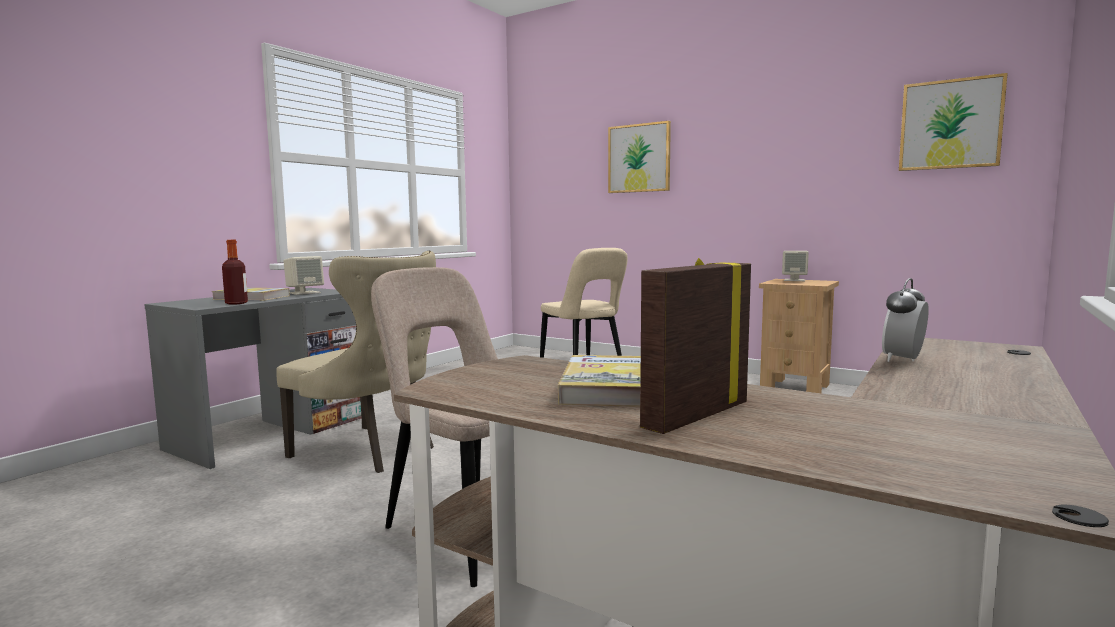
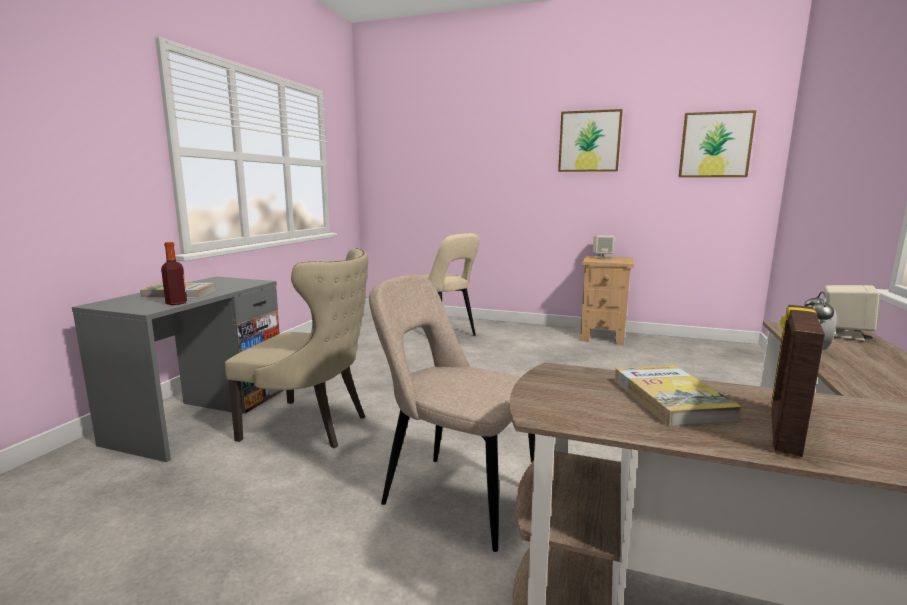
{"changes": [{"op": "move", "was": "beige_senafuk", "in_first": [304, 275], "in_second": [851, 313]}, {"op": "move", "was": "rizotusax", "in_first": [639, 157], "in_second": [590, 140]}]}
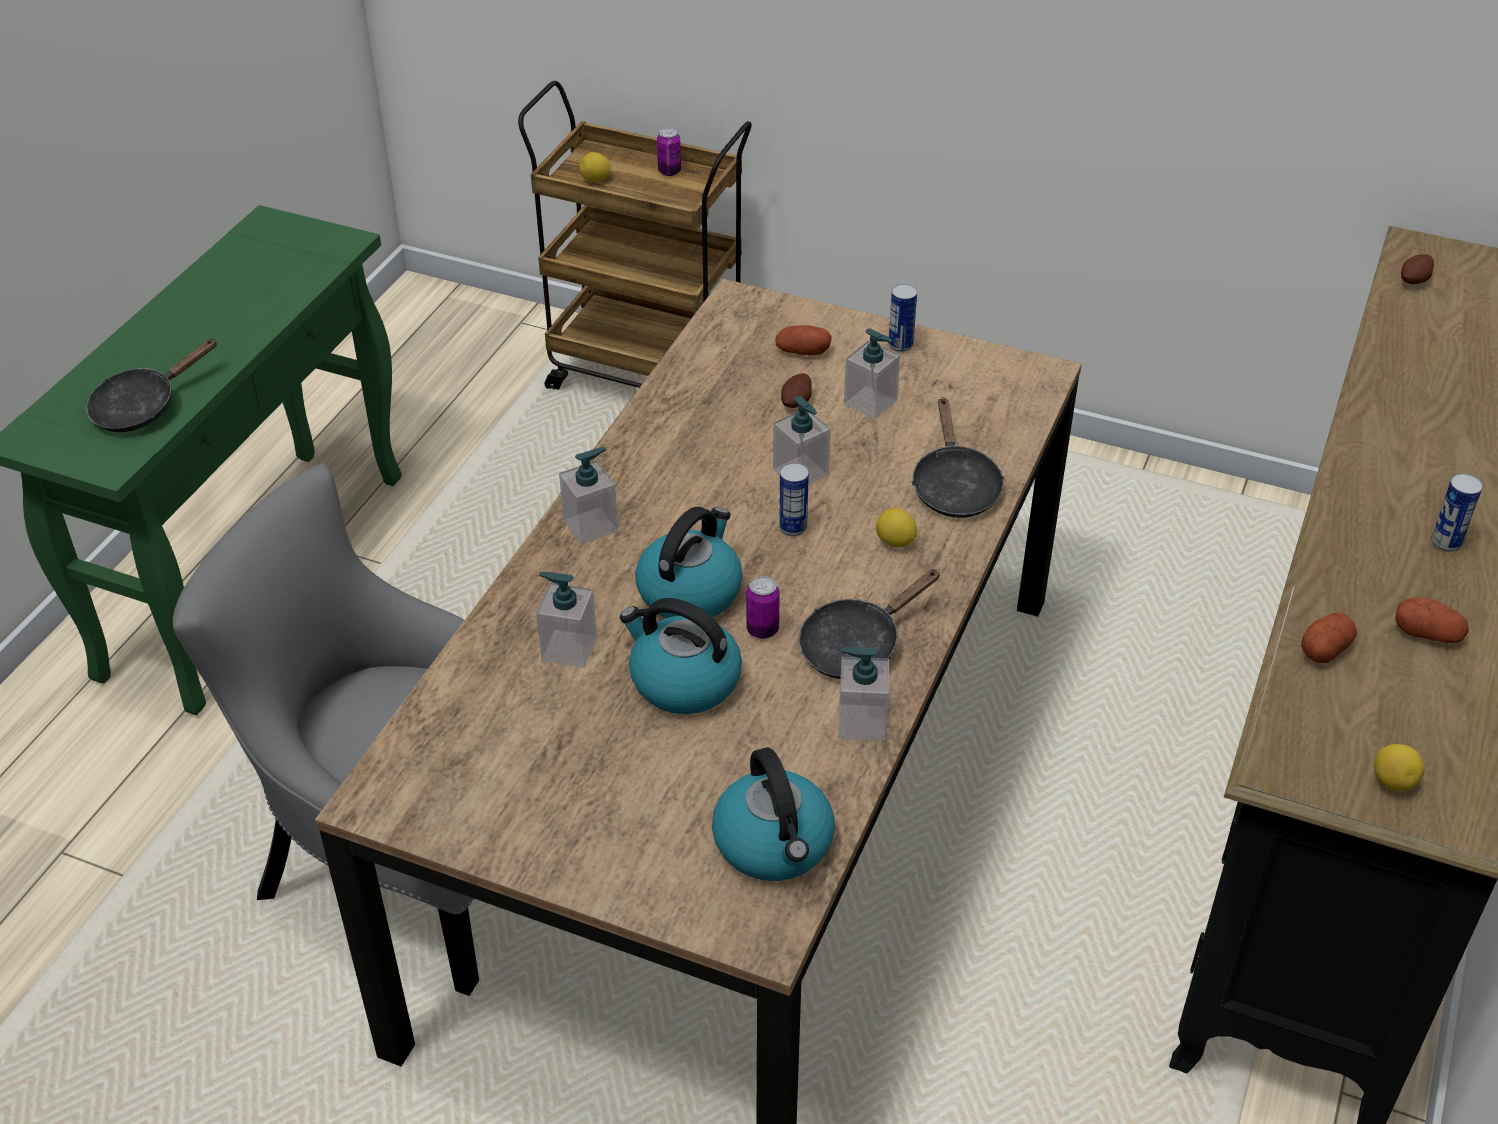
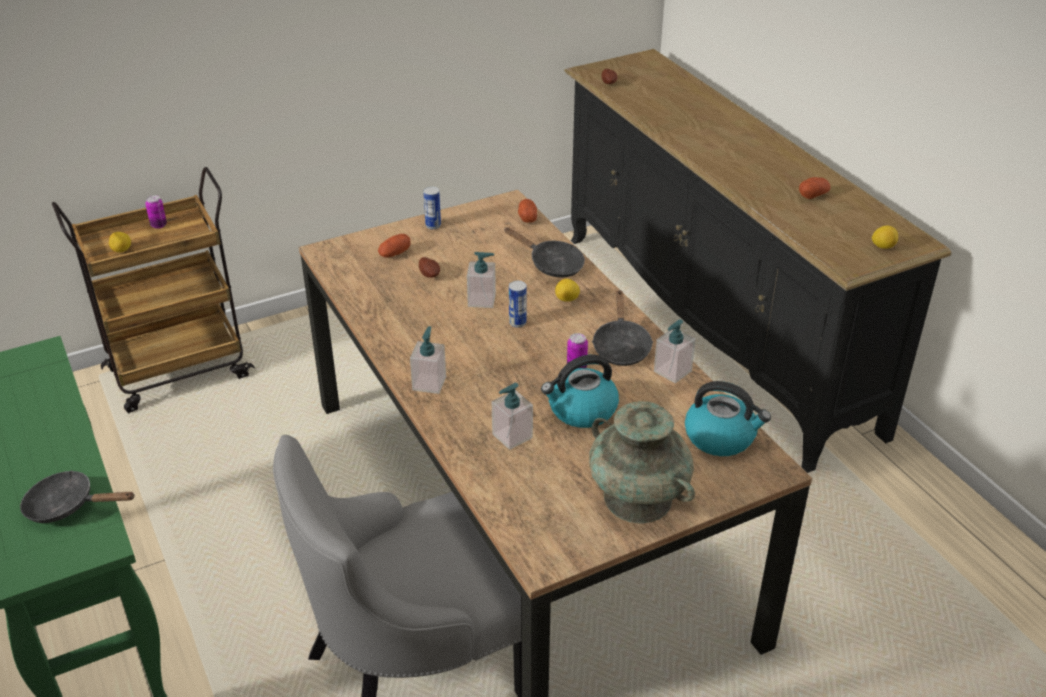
{"changes": [{"op": "delete", "was": "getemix", "in_first": [689, 562]}, {"op": "delete", "was": "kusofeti", "in_first": [872, 373]}, {"op": "delete", "was": "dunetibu", "in_first": [1457, 513]}, {"op": "insert", "now": "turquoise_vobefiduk", "in_second": [642, 462]}, {"op": "move", "was": "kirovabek", "in_first": [1329, 638], "in_second": [527, 211]}, {"op": "rotate", "was": "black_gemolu", "in_first": [151, 385], "in_second": [77, 496], "clockwise": 105}]}
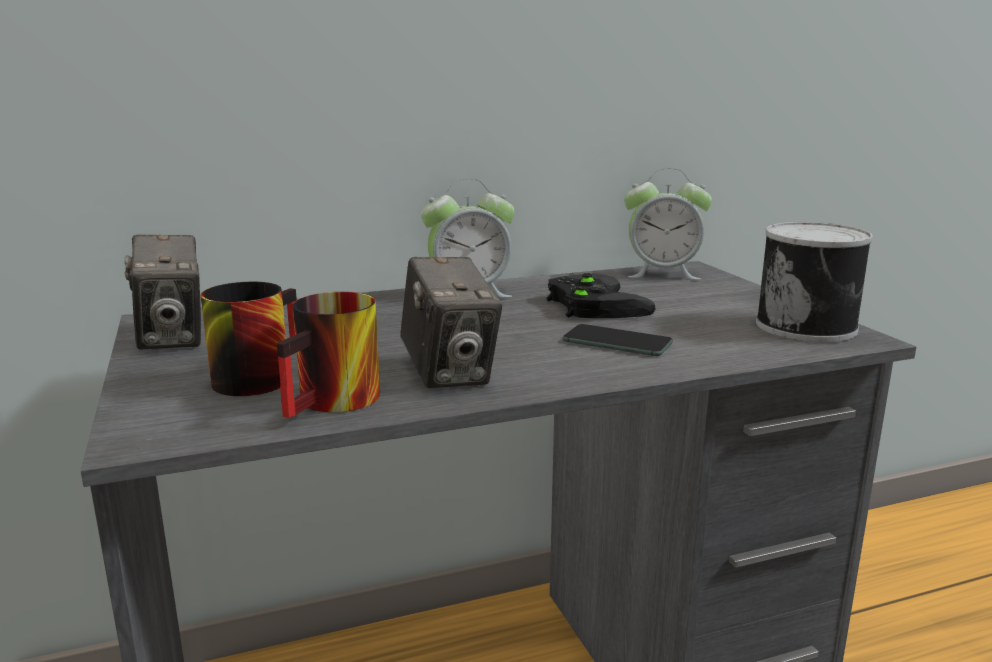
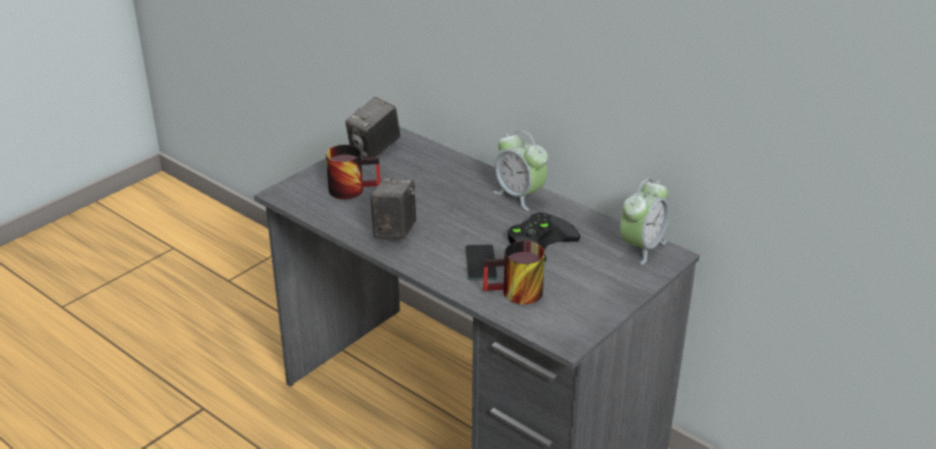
{"changes": [{"op": "delete", "was": "dunetibu", "in_first": [814, 282]}, {"op": "move", "was": "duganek", "in_first": [328, 355], "in_second": [514, 272]}, {"op": "rotate", "was": "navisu", "in_first": [451, 322], "in_second": [393, 208], "clockwise": 150}, {"op": "rotate", "was": "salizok", "in_first": [668, 224], "in_second": [644, 221], "clockwise": -120}]}
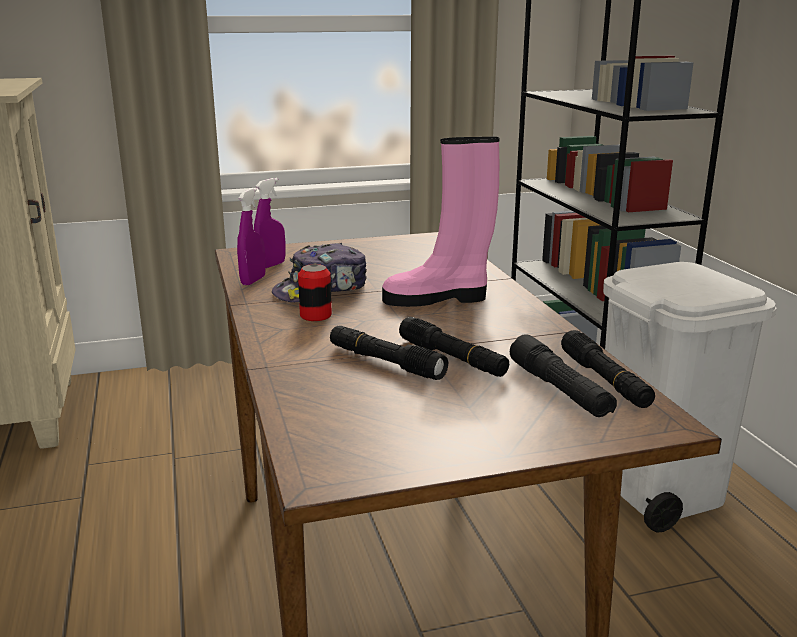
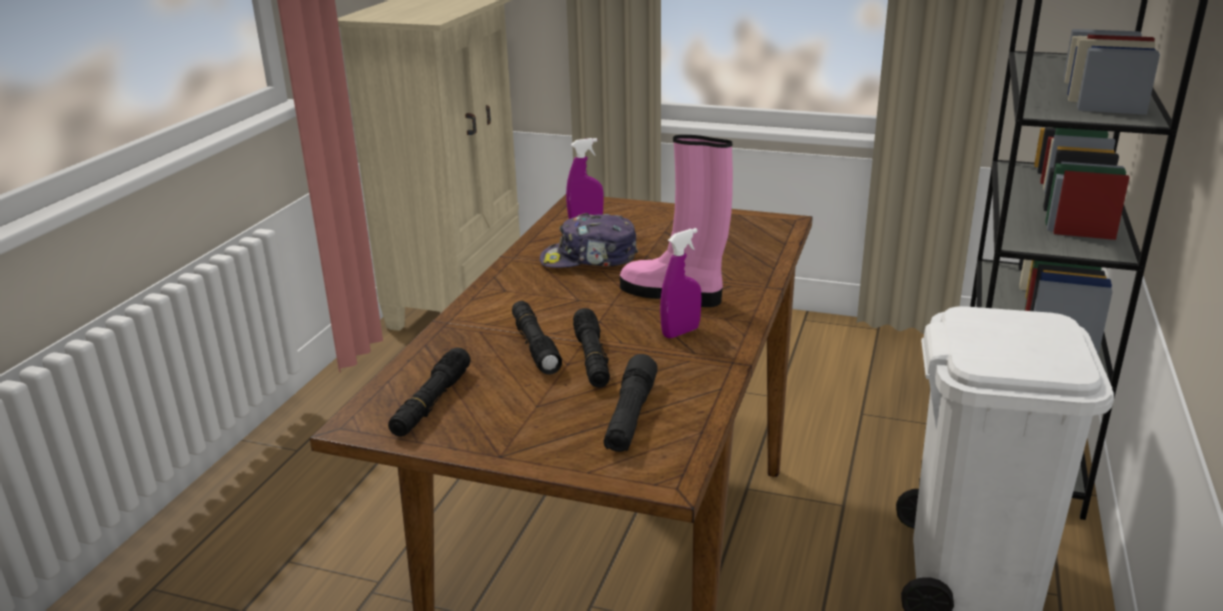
{"changes": [{"op": "delete", "was": "dunetibu", "in_first": [315, 292]}, {"op": "move", "was": "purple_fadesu", "in_first": [251, 236], "in_second": [680, 283]}, {"op": "move", "was": "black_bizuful", "in_first": [608, 369], "in_second": [429, 392]}]}
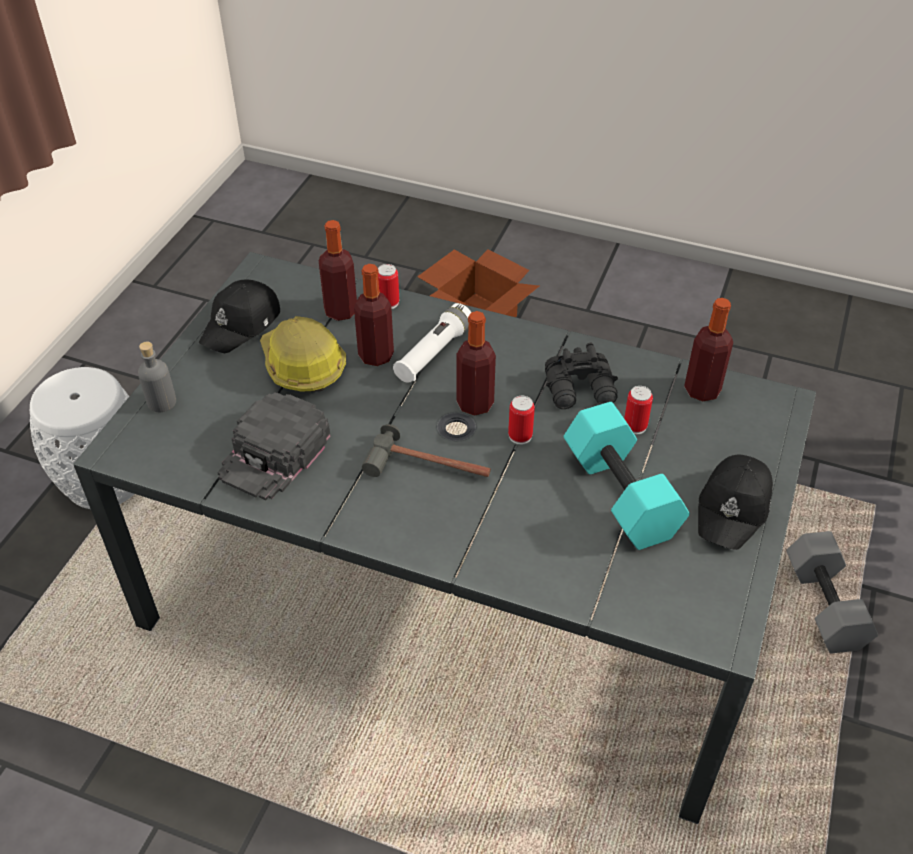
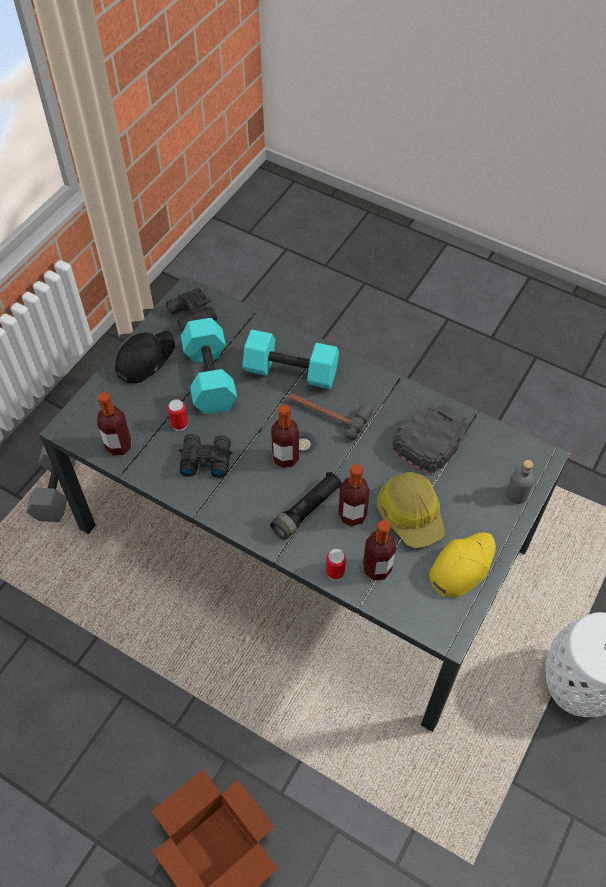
{"changes": [{"op": "delete", "was": "dunetibu", "in_first": [521, 420]}, {"op": "insert", "now": "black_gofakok", "in_second": [191, 310]}, {"op": "insert", "now": "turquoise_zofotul", "in_second": [290, 359]}, {"op": "recolor", "was": "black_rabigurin", "now": "yellow_rabigurin", "in_first": [239, 316], "in_second": [462, 565]}, {"op": "recolor", "was": "white_bizuful", "now": "black_bizuful", "in_first": [432, 343], "in_second": [306, 506]}]}
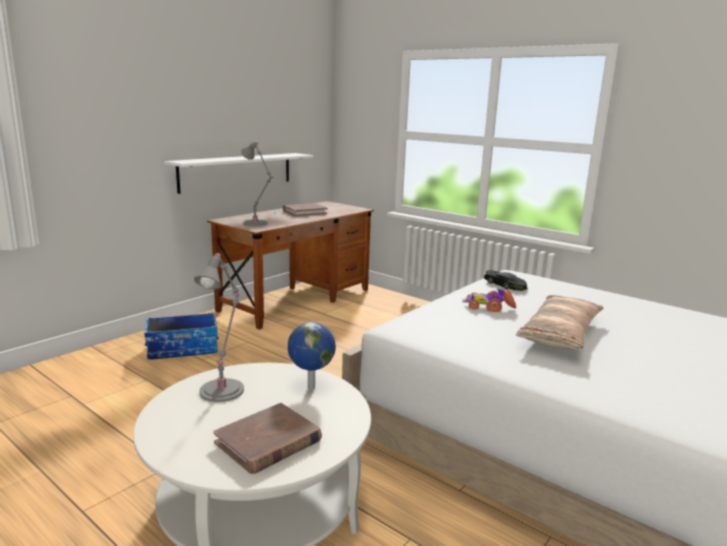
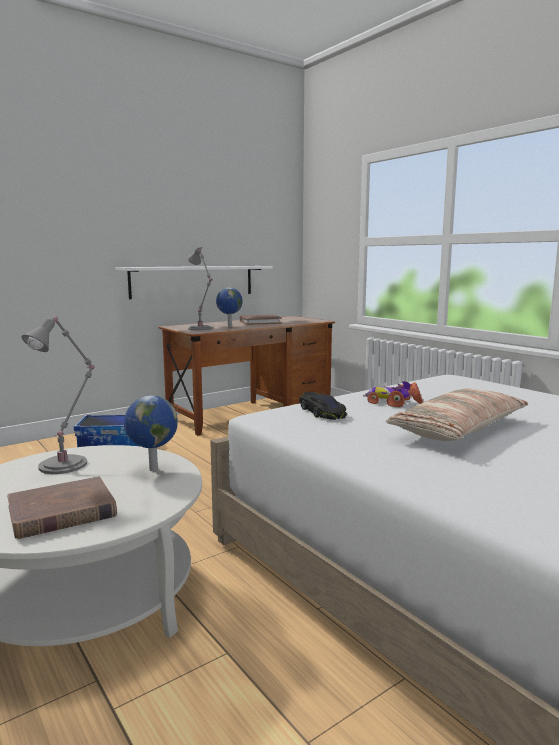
{"changes": [{"op": "insert", "now": "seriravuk", "in_second": [229, 307]}, {"op": "move", "was": "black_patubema", "in_first": [505, 280], "in_second": [323, 406]}]}
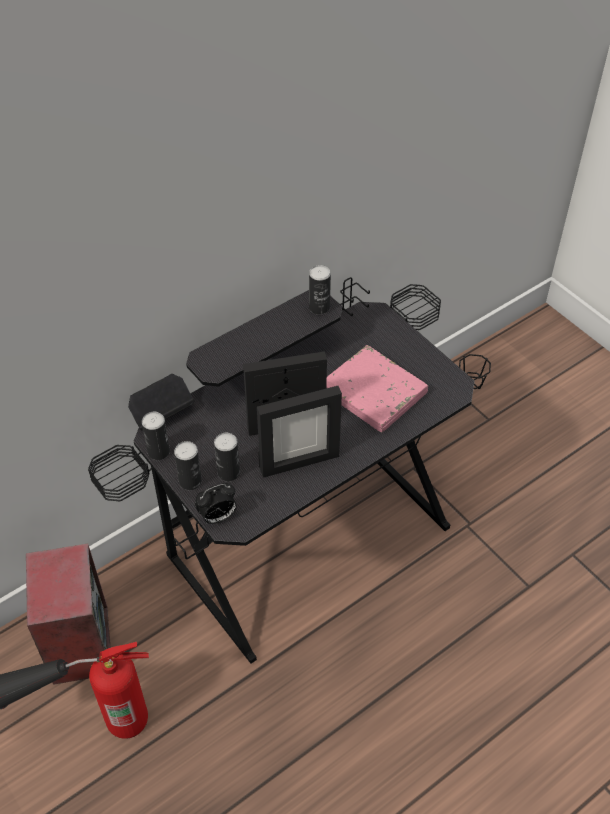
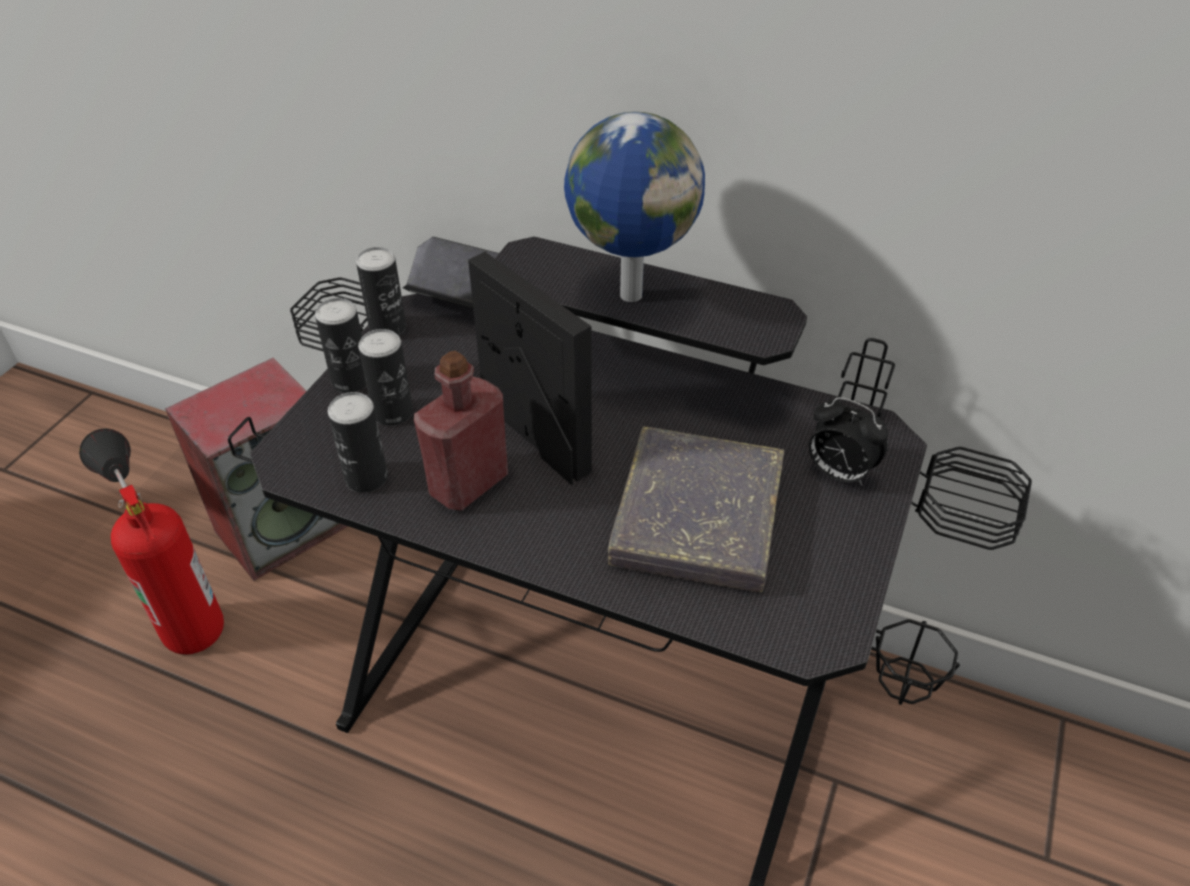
{"changes": [{"op": "insert", "now": "seriravuk", "in_second": [634, 206]}, {"op": "move", "was": "salizok", "in_first": [216, 503], "in_second": [848, 441]}, {"op": "move", "was": "dunetibu", "in_first": [320, 290], "in_second": [358, 442]}, {"op": "replace", "was": "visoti", "now": "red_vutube", "in_first": [299, 432], "in_second": [461, 430]}, {"op": "recolor", "was": "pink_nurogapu", "now": "grey_nurogapu", "in_first": [377, 388], "in_second": [696, 509]}]}
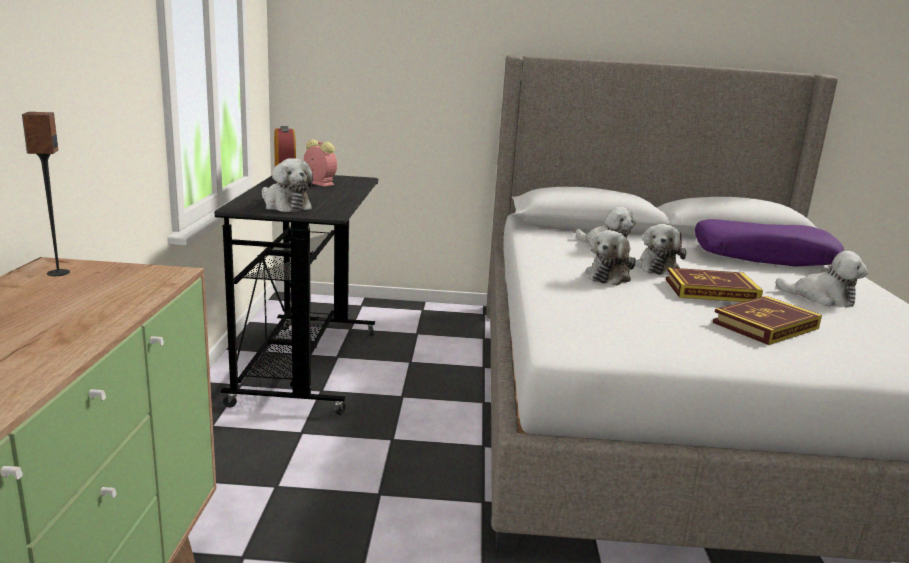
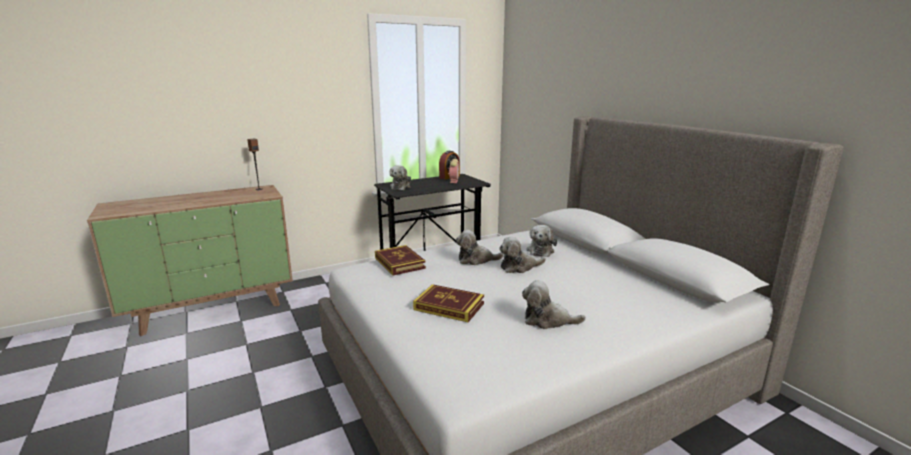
{"changes": [{"op": "delete", "was": "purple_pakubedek", "in_first": [769, 243]}, {"op": "move", "was": "nurogapu", "in_first": [714, 285], "in_second": [400, 260]}, {"op": "rotate", "was": "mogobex", "in_first": [822, 279], "in_second": [554, 304], "clockwise": 105}]}
